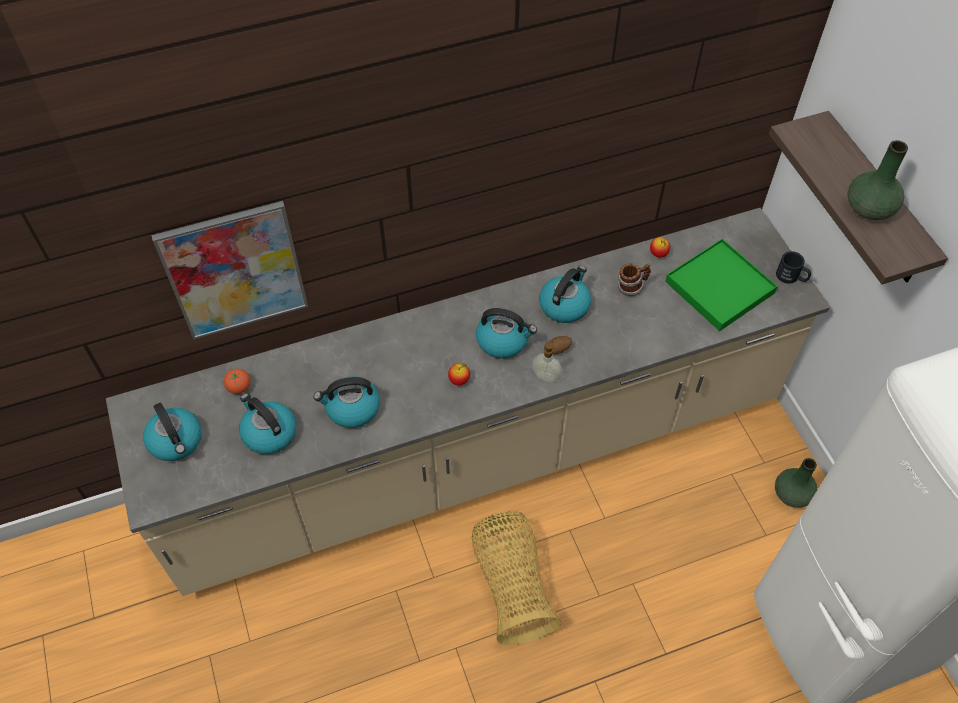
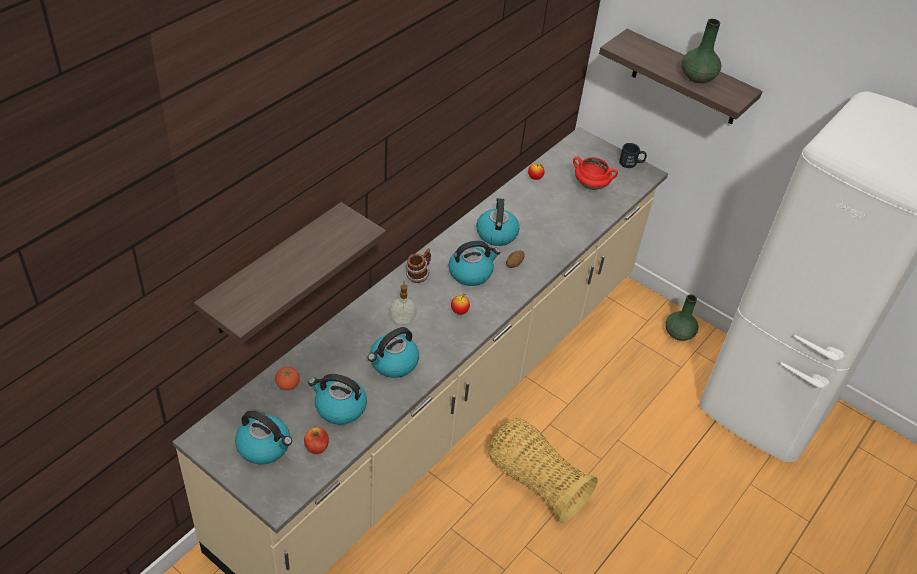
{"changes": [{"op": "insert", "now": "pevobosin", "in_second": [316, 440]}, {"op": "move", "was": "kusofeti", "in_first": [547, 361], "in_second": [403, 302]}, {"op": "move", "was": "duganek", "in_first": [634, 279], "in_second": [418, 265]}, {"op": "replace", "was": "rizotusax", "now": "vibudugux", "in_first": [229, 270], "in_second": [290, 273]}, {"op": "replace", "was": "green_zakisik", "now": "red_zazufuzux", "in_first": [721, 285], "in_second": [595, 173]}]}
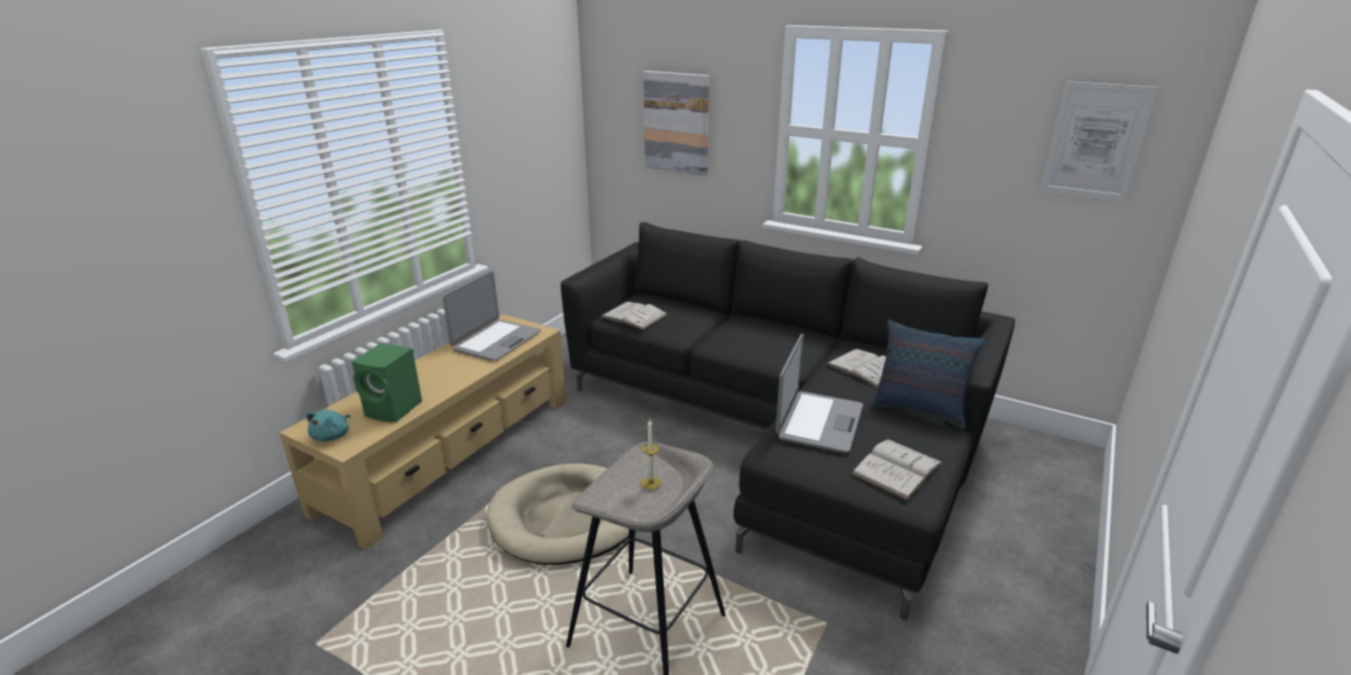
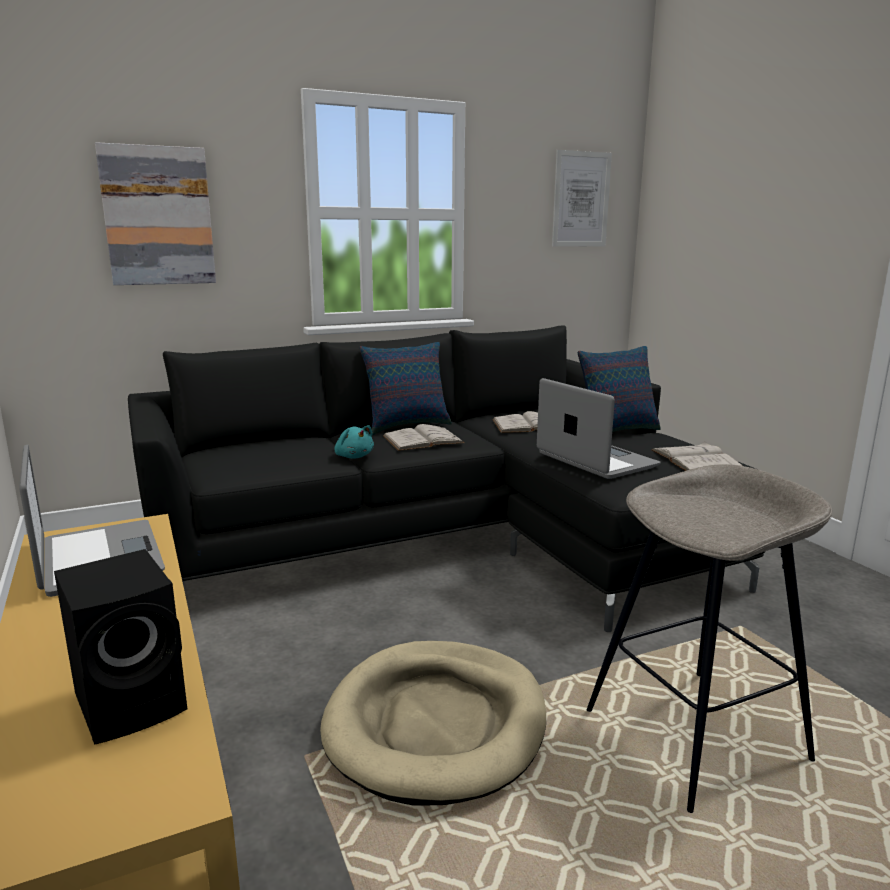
{"changes": [{"op": "delete", "was": "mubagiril", "in_first": [651, 454]}, {"op": "insert", "now": "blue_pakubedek", "in_second": [405, 388]}, {"op": "move", "was": "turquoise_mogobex", "in_first": [328, 425], "in_second": [354, 442]}, {"op": "move", "was": "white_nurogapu", "in_first": [634, 316], "in_second": [424, 437]}, {"op": "recolor", "was": "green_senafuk", "now": "black_senafuk", "in_first": [387, 382], "in_second": [120, 647]}]}
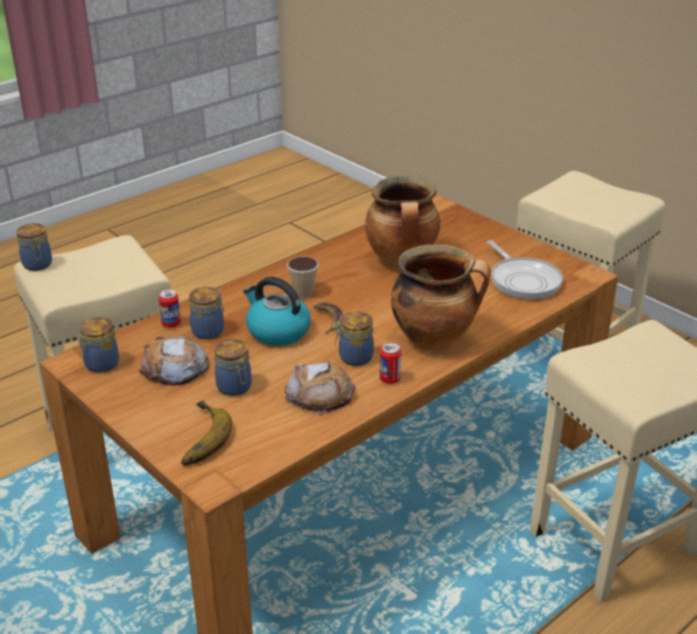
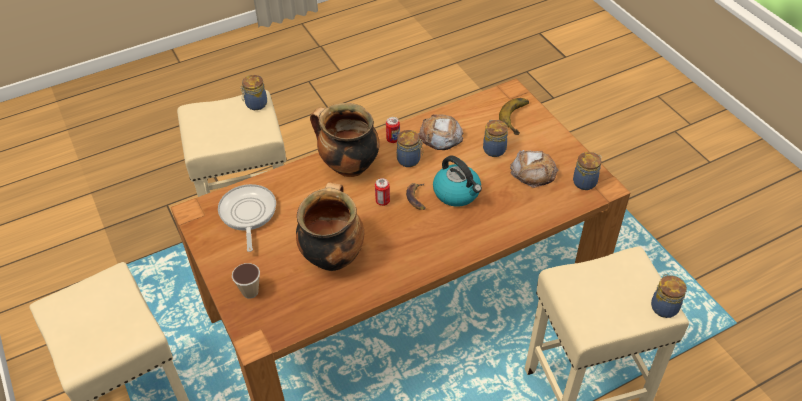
{"changes": [{"op": "move", "was": "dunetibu", "in_first": [170, 308], "in_second": [382, 192]}, {"op": "move", "was": "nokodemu", "in_first": [206, 313], "in_second": [253, 92]}, {"op": "move", "was": "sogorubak", "in_first": [303, 277], "in_second": [246, 281]}]}
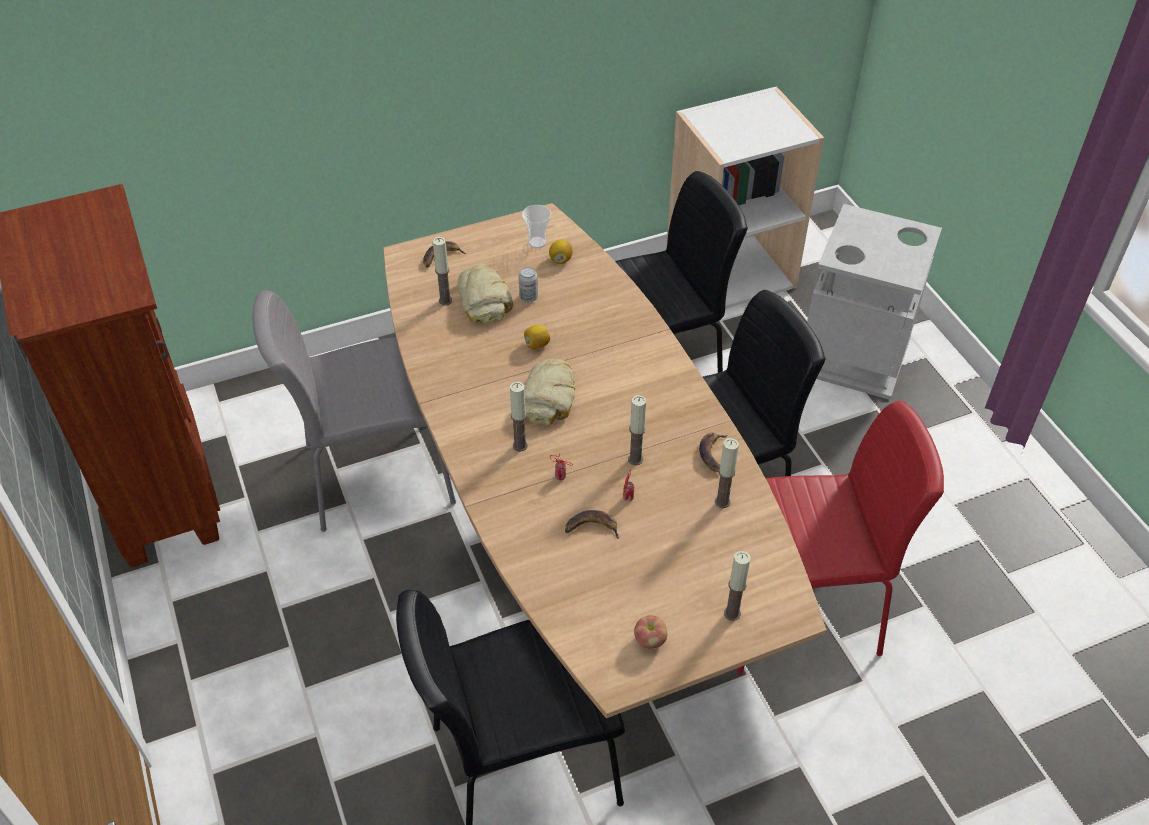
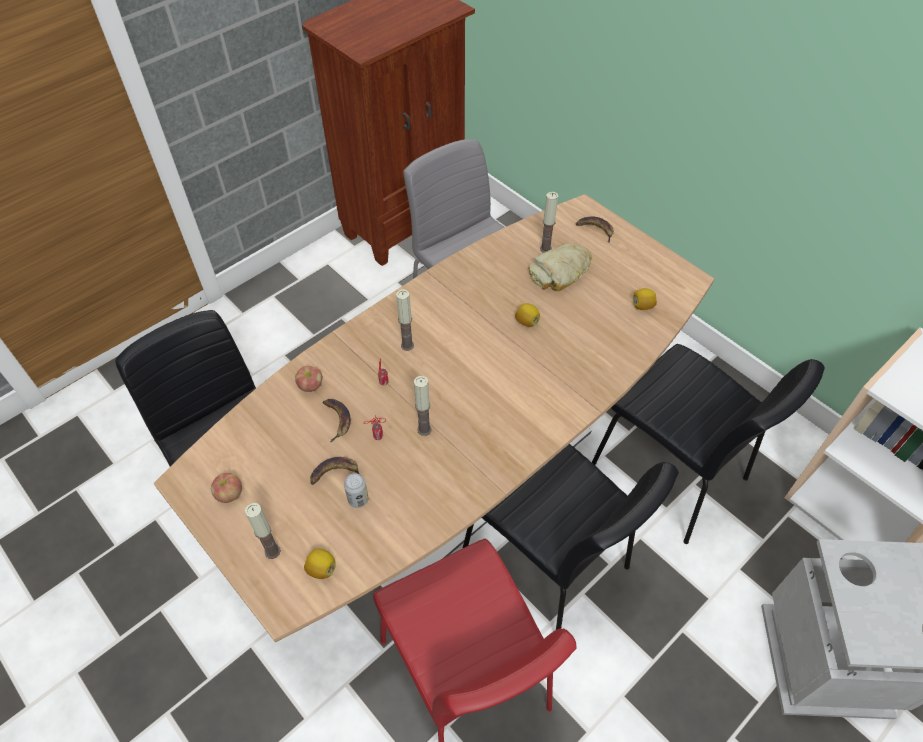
{"changes": [{"op": "delete", "was": "sogorubak", "in_first": [536, 226]}, {"op": "delete", "was": "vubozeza", "in_first": [549, 392]}, {"op": "delete", "was": "mubagiril", "in_first": [727, 473]}, {"op": "insert", "now": "pevobosin", "in_second": [308, 379]}, {"op": "insert", "now": "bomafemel", "in_second": [320, 563]}, {"op": "move", "was": "dunetibu", "in_first": [528, 284], "in_second": [356, 490]}, {"op": "move", "was": "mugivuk", "in_first": [713, 452], "in_second": [335, 471]}]}
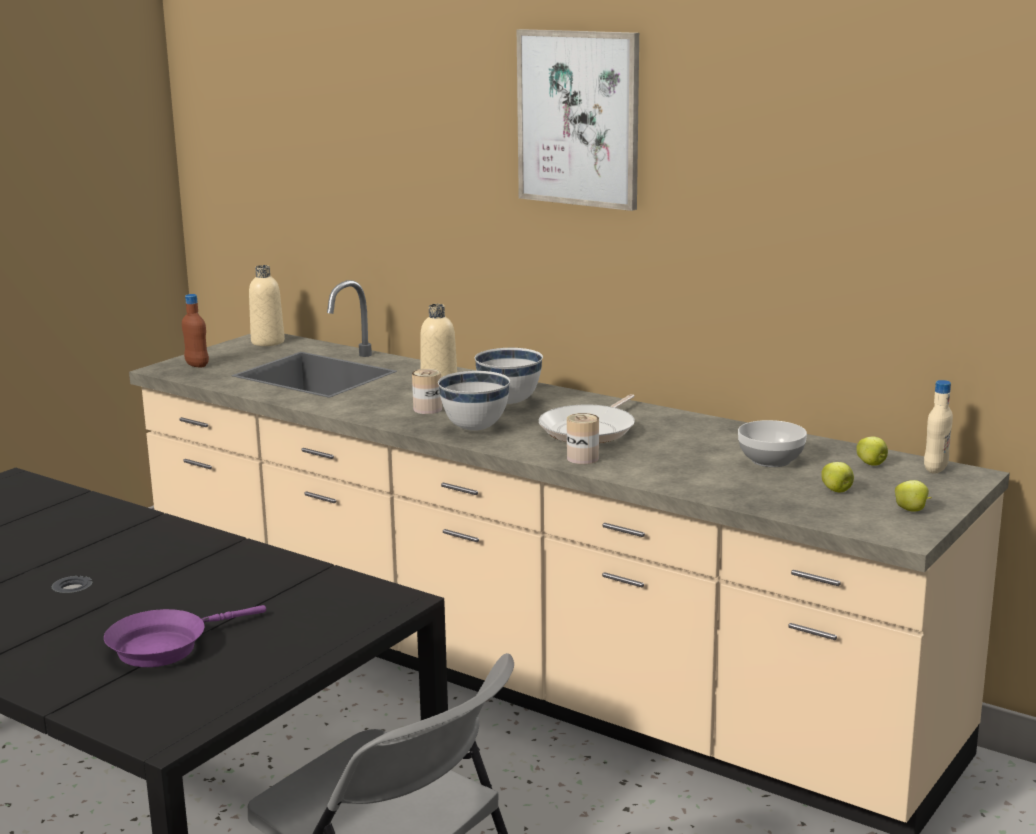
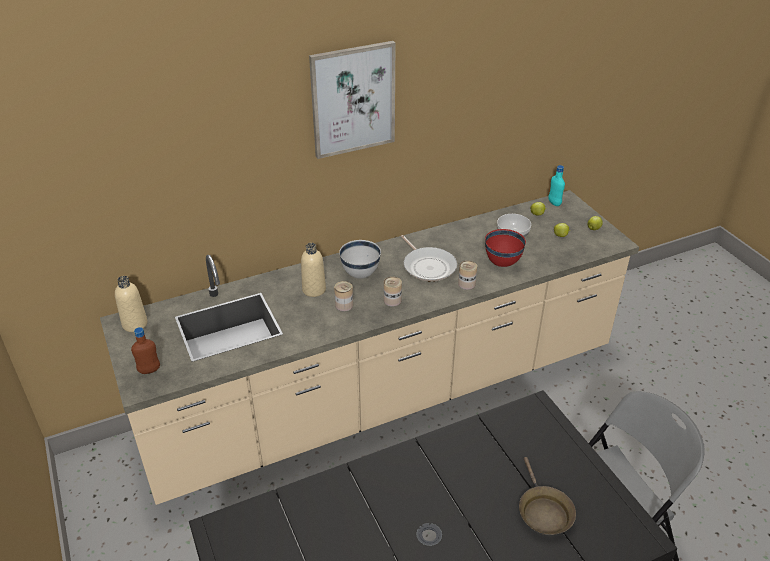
{"changes": [{"op": "insert", "now": "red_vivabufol", "in_second": [505, 248]}, {"op": "replace", "was": "white_vivabufol", "now": "dunetibu", "in_first": [474, 401], "in_second": [393, 292]}, {"op": "recolor", "was": "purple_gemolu", "now": "brown_gemolu", "in_first": [185, 636], "in_second": [547, 496]}, {"op": "recolor", "was": "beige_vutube", "now": "turquoise_vutube", "in_first": [938, 427], "in_second": [556, 185]}]}
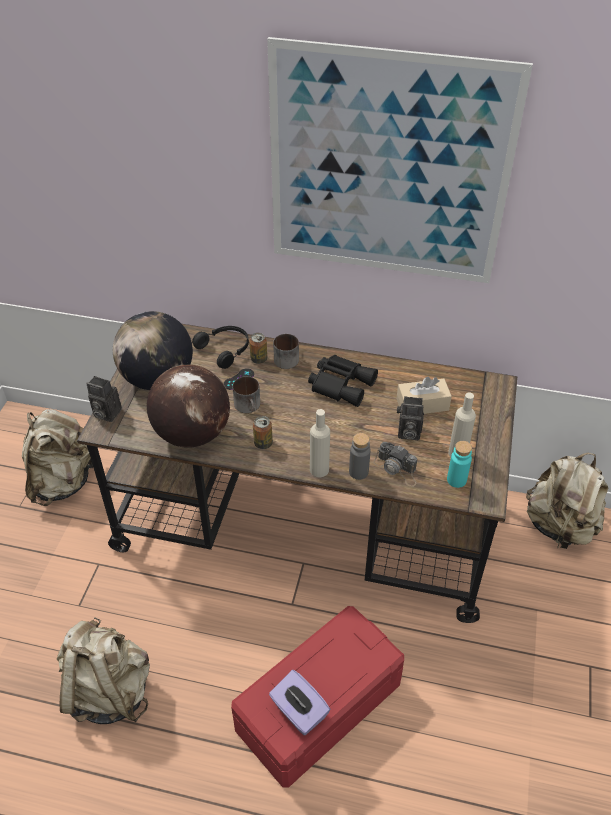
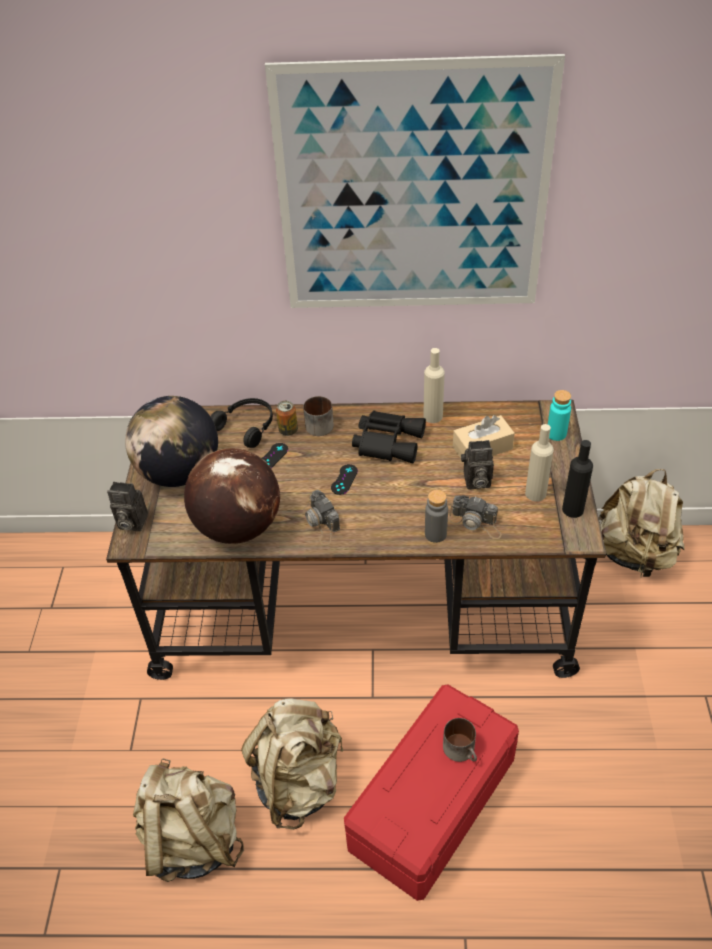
{"changes": [{"op": "delete", "was": "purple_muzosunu", "in_first": [299, 702]}, {"op": "insert", "now": "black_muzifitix", "in_second": [344, 479]}, {"op": "insert", "now": "black_vutube", "in_second": [577, 479]}, {"op": "move", "was": "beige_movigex", "in_first": [57, 457], "in_second": [292, 764]}, {"op": "move", "was": "duganek", "in_first": [246, 394], "in_second": [460, 740]}, {"op": "move", "was": "beige_vutube", "in_first": [320, 443], "in_second": [434, 385]}, {"op": "move", "was": "turquoise_vutube", "in_first": [459, 464], "in_second": [559, 415]}, {"op": "replace", "was": "dunetibu", "now": "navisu", "in_first": [263, 432], "in_second": [321, 517]}]}
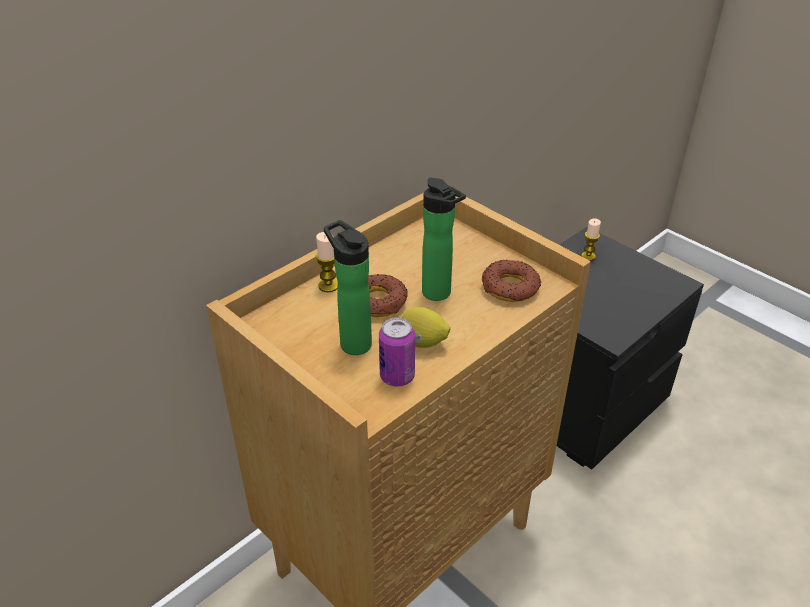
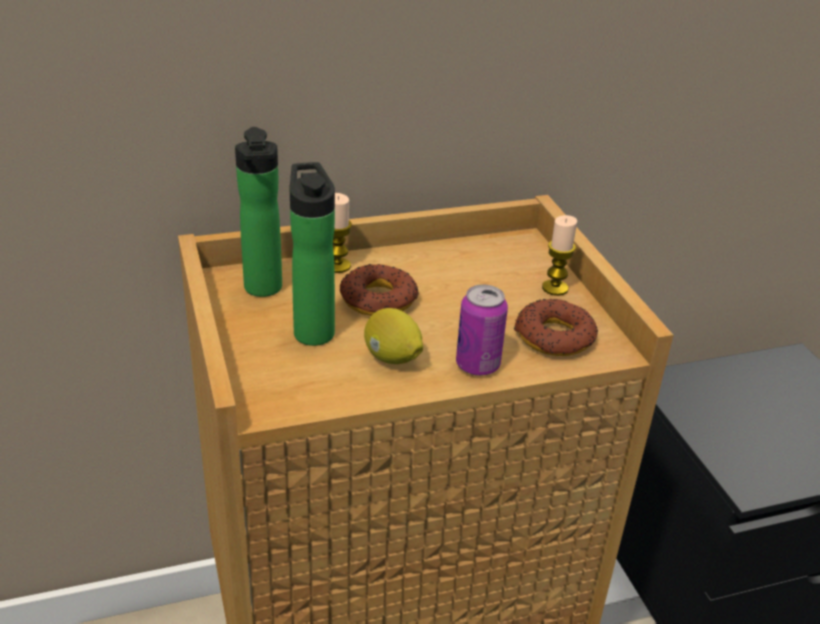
{"changes": [{"op": "move", "was": "dunetibu", "in_first": [397, 352], "in_second": [482, 330]}, {"op": "move", "was": "vutube", "in_first": [444, 239], "in_second": [258, 212]}, {"op": "move", "was": "mubagiril", "in_first": [591, 239], "in_second": [559, 255]}]}
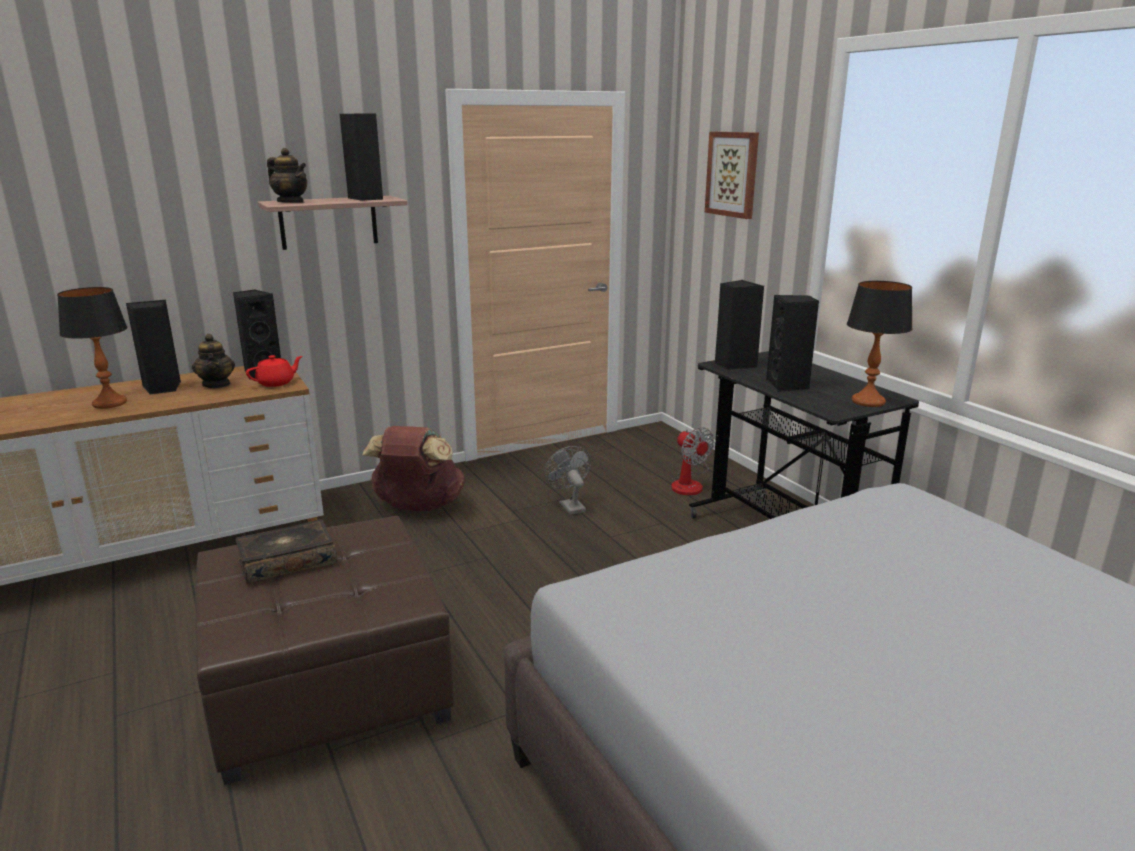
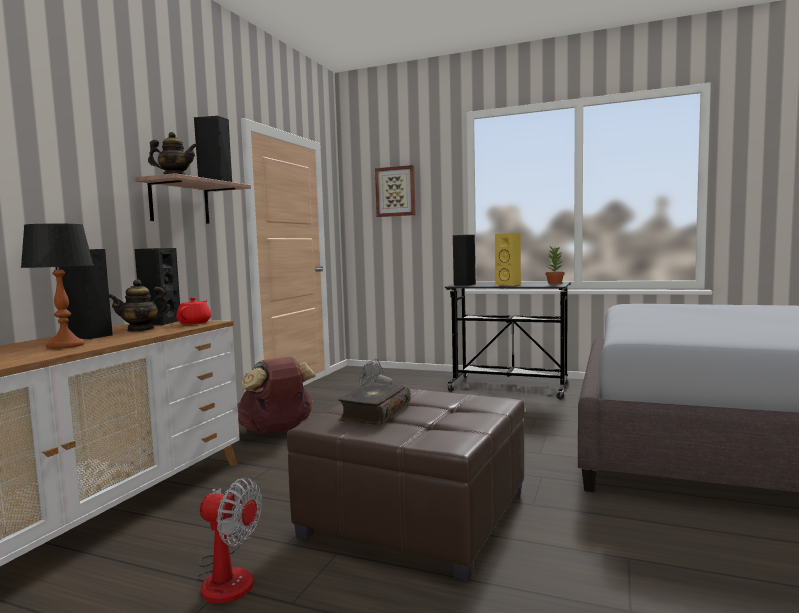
{"changes": [{"op": "move", "was": "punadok", "in_first": [692, 461], "in_second": [229, 540]}, {"op": "replace", "was": "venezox", "now": "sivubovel", "in_first": [880, 344], "in_second": [555, 265]}, {"op": "recolor", "was": "black_senafuk", "now": "yellow_senafuk", "in_first": [792, 343], "in_second": [508, 259]}, {"op": "rotate", "was": "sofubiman", "in_first": [213, 361], "in_second": [139, 305], "clockwise": 120}]}
